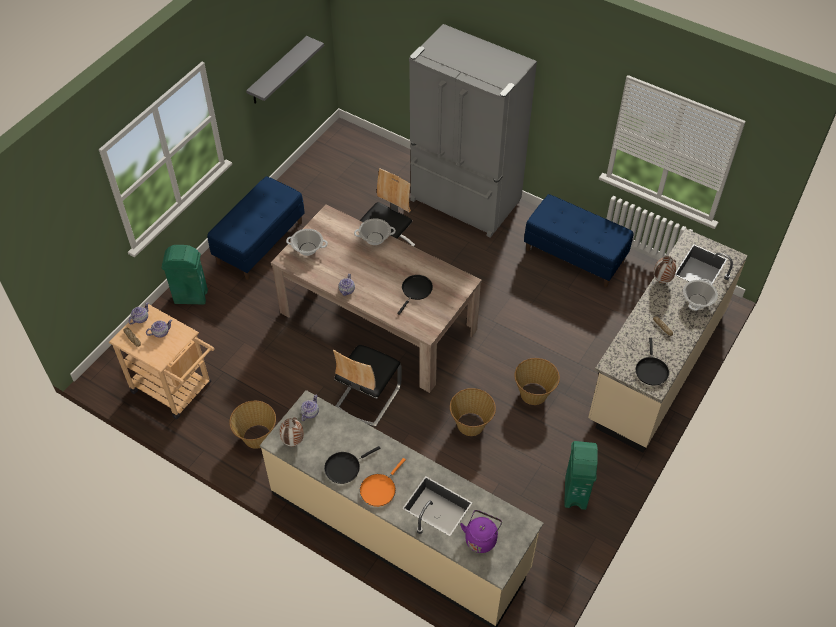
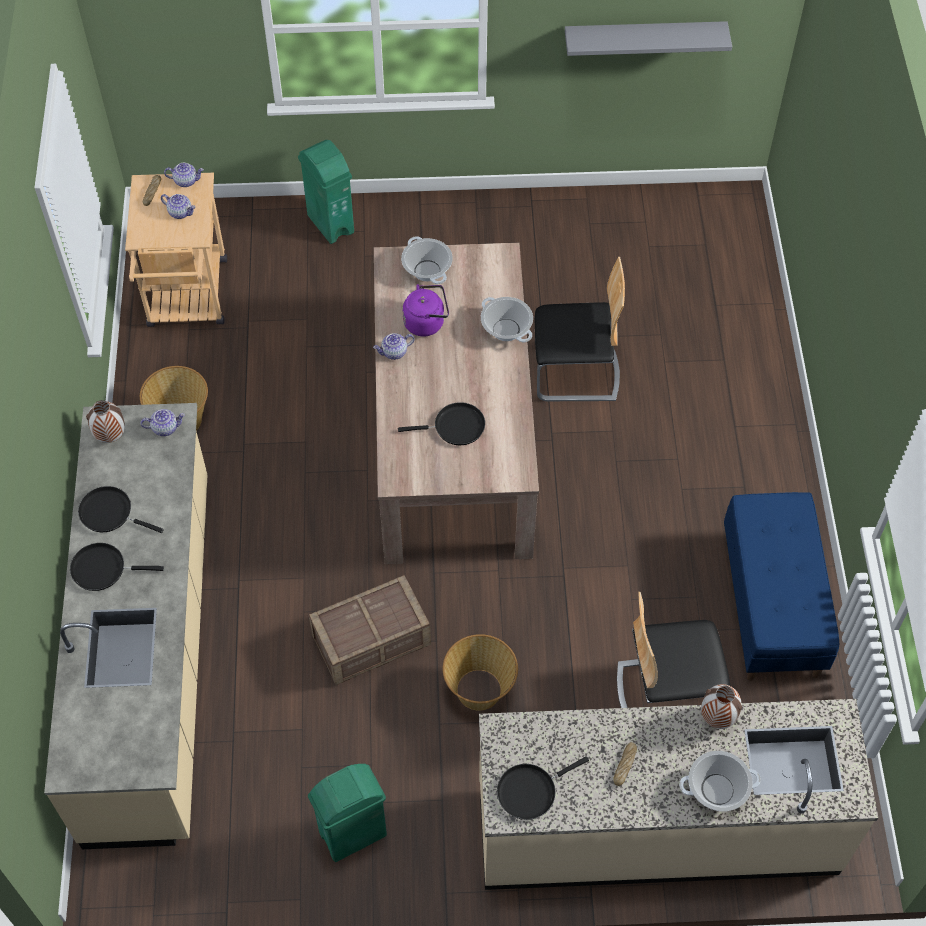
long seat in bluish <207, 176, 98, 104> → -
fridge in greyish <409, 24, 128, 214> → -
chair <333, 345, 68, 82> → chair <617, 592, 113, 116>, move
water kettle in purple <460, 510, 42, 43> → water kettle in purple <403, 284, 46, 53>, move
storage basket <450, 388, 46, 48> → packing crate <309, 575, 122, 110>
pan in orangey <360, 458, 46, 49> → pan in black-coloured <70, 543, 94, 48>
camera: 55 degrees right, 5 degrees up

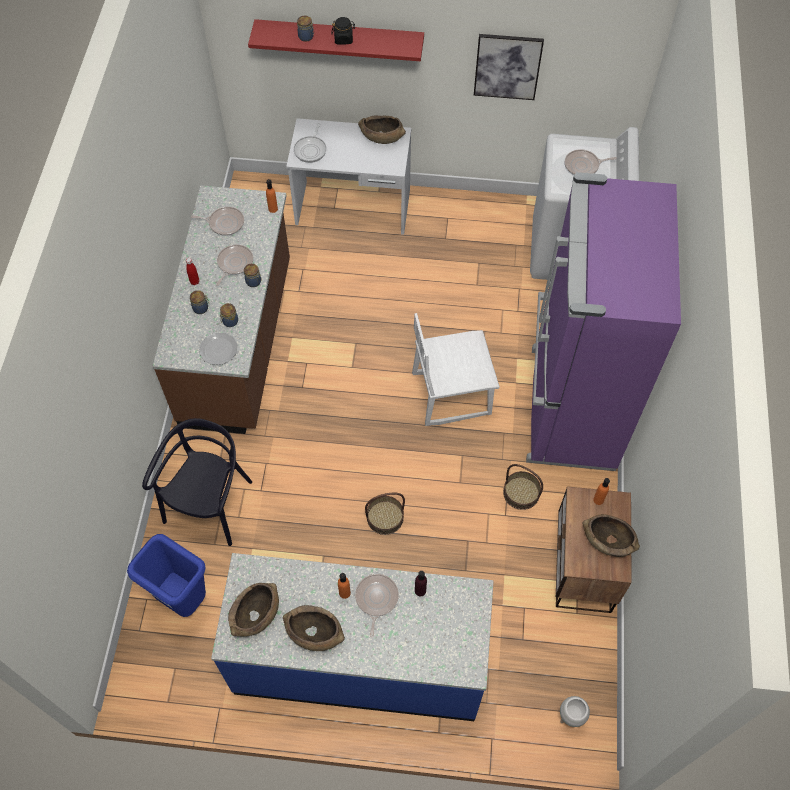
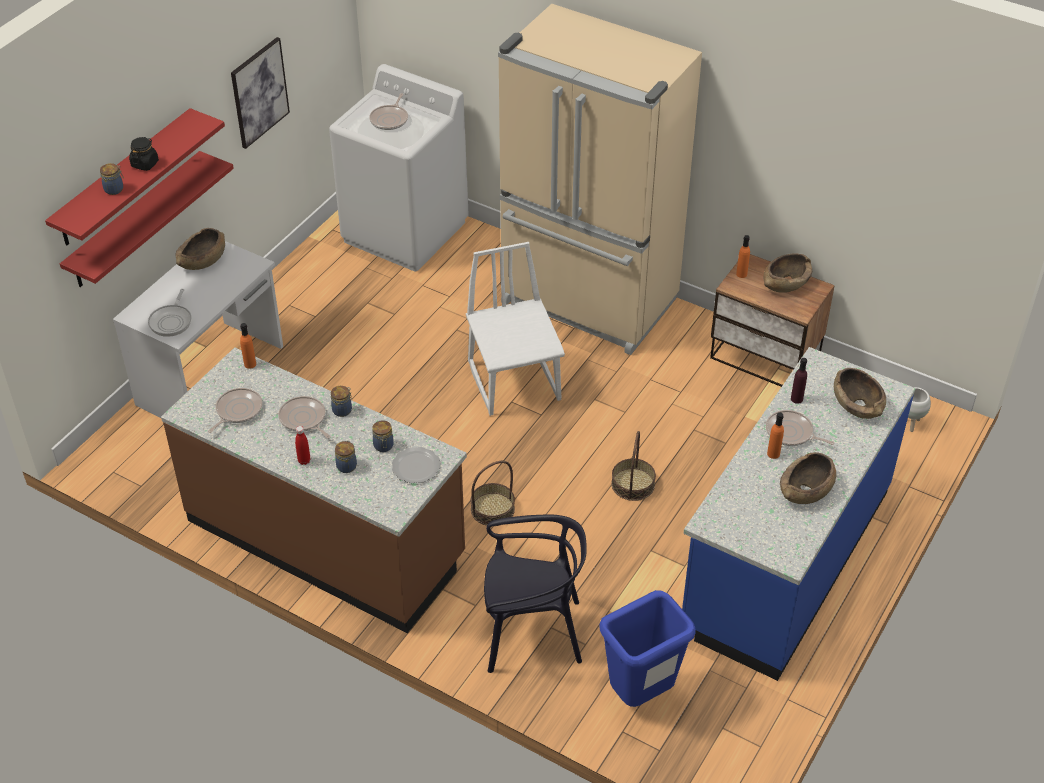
- → wall shelf in red <60, 151, 174, 136>
bowl in brown-coloured <228, 583, 51, 54> → bowl in brown-coloured <834, 368, 52, 51>, move
storage basket <503, 464, 40, 46> → storage basket <470, 461, 45, 65>, move
fridge in purple <526, 172, 155, 299> → fridge in beige <498, 4, 204, 351>
chair in black-coloured <142, 418, 110, 128> → chair in black-coloured <484, 514, 103, 159>, 135 degrees clockwise
pan <294, 123, 32, 40> → pan <148, 289, 43, 48>, 60 degrees clockwise
chair in white <412, 313, 88, 113> → chair in white <466, 242, 99, 174>, 150 degrees clockwise
camera: 65 degrees left, 15 degrees down

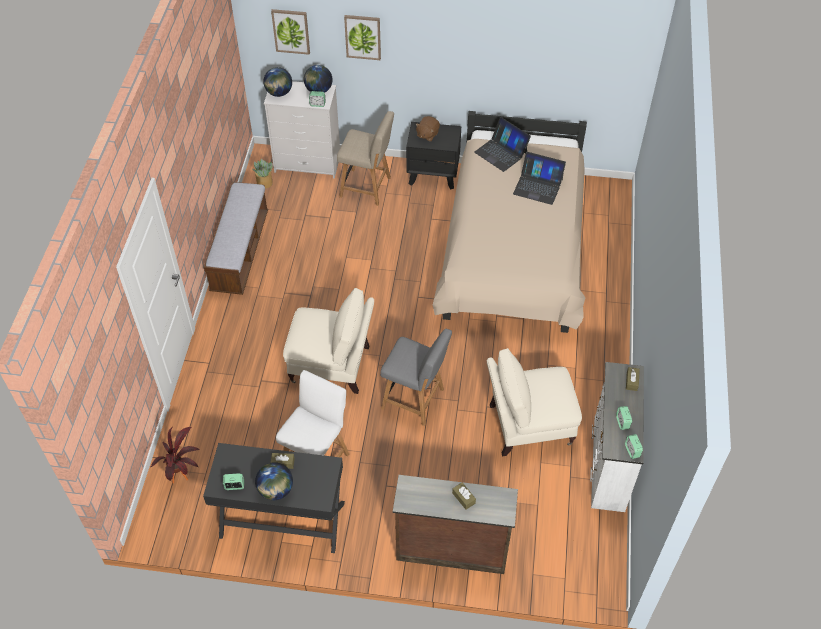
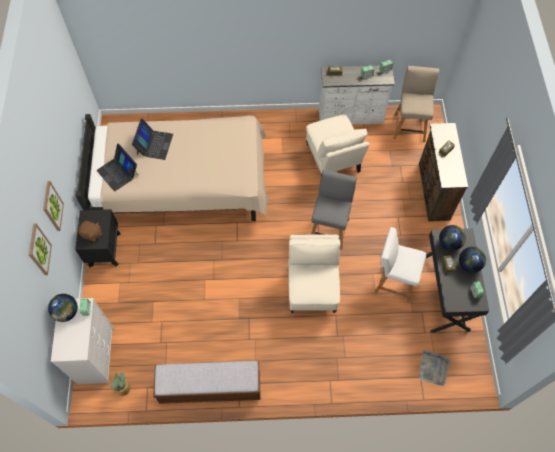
world globe <263, 67, 29, 30> → world globe <439, 225, 27, 26>, move
wall art <271, 9, 39, 46> → wall art <43, 181, 21, 50>, move
chair in beige <337, 111, 57, 95> → chair in beige <393, 66, 46, 76>, move
potted plant <151, 427, 49, 56> → tray in greyish <419, 351, 31, 35>
portable computer <474, 117, 57, 55> → portable computer <97, 143, 40, 49>, 105 degrees clockwise
camera: 100 degrees left, 10 degrees up

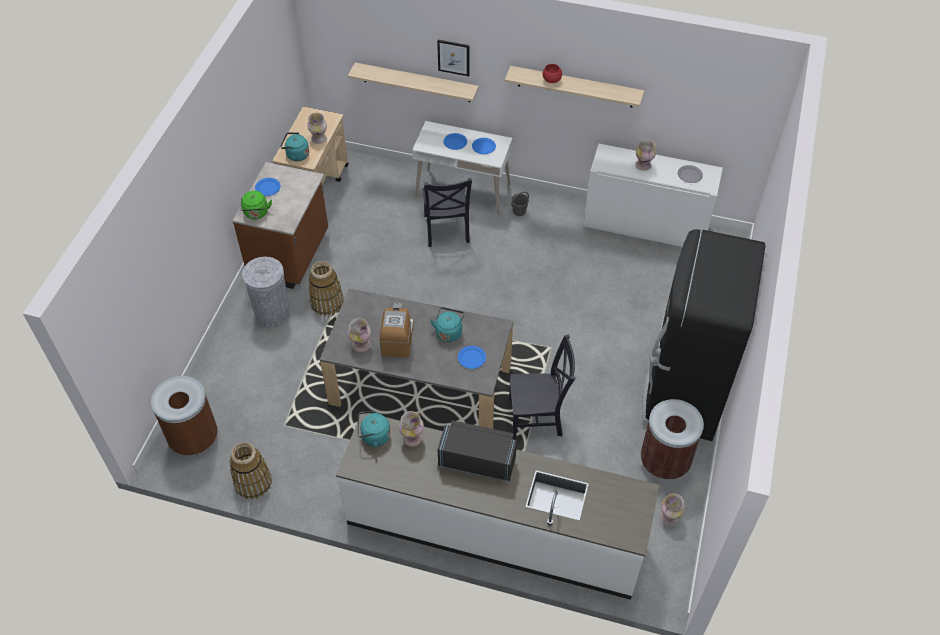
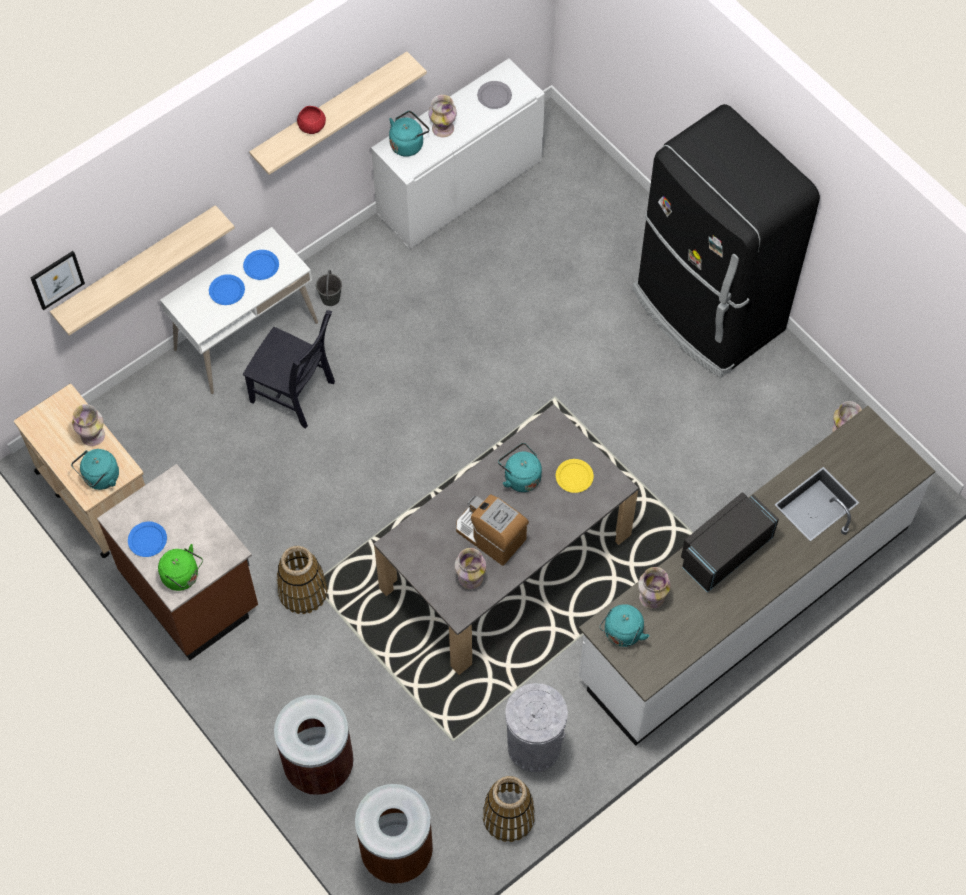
chair in black-coloured <509, 334, 66, 104> → -
- → water kettle in blue-green <389, 111, 41, 46>
rubbish bin in greyish <242, 257, 48, 70> → rubbish bin in greyish <505, 683, 63, 89>, move
wall art <437, 40, 33, 36> → wall art <30, 251, 55, 59>, move
rubbish bin in brown-coloured <641, 399, 63, 81> → rubbish bin in brown-coloured <274, 695, 80, 100>, move
plate in bluish <458, 346, 28, 23> → plate in yellow <556, 459, 38, 34>
camera: 55 degrees left, 10 degrees up

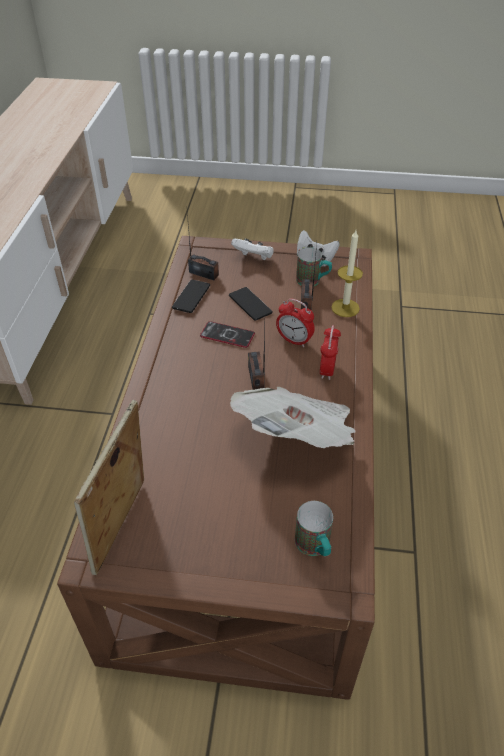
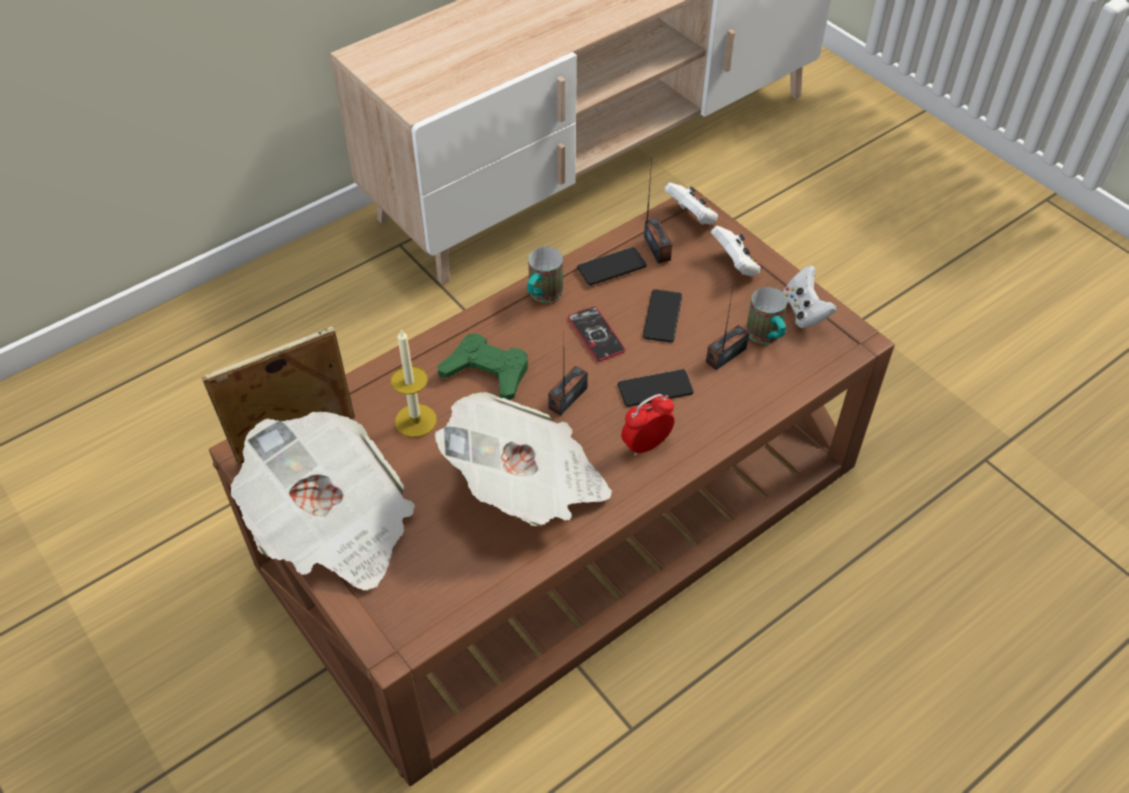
- → daily paper <230, 412, 185, 178>
- → joypad in greenish <438, 334, 90, 66>
- → joypad in white <664, 182, 54, 43>
coffee mug <295, 501, 38, 55> → coffee mug <527, 247, 36, 56>, move
wax light <331, 230, 32, 87> → wax light <391, 330, 46, 108>, move
table clock <276, 299, 39, 48> → phone <618, 369, 76, 38>
camera: 45 degrees right, 5 degrees up

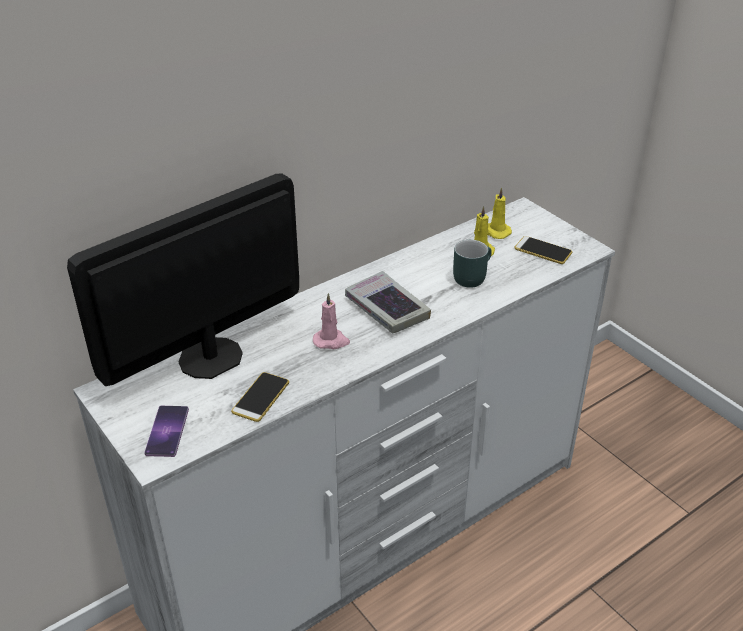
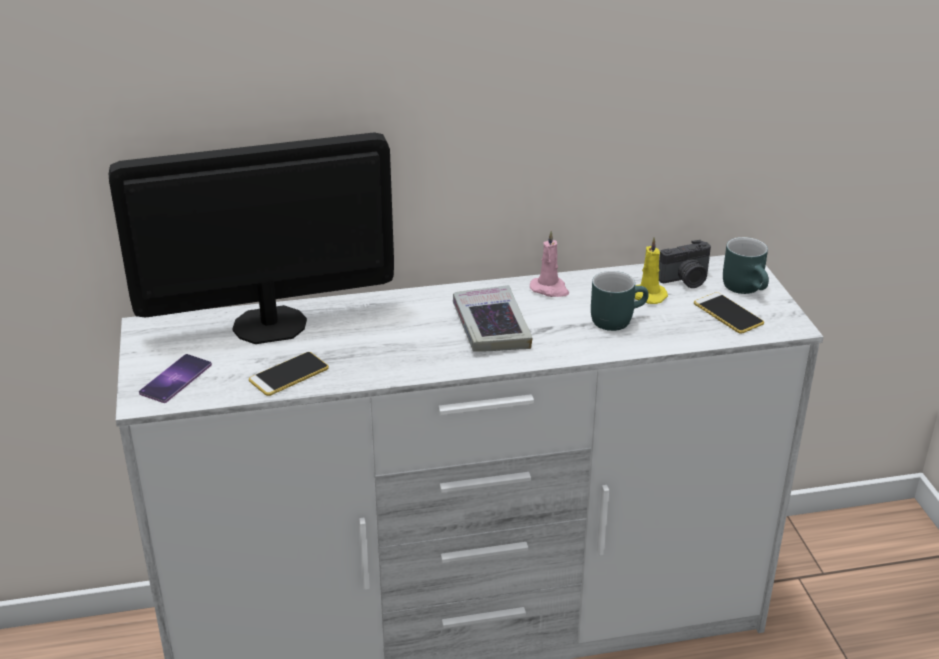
- → coffee mug in blue-green <723, 237, 46, 57>
wax light in pinkish <313, 293, 37, 56> → wax light in pinkish <530, 230, 39, 67>, move
wax light in yellow <487, 187, 25, 52> → photo camera <659, 240, 52, 48>
camera: 25 degrees right, 5 degrees down

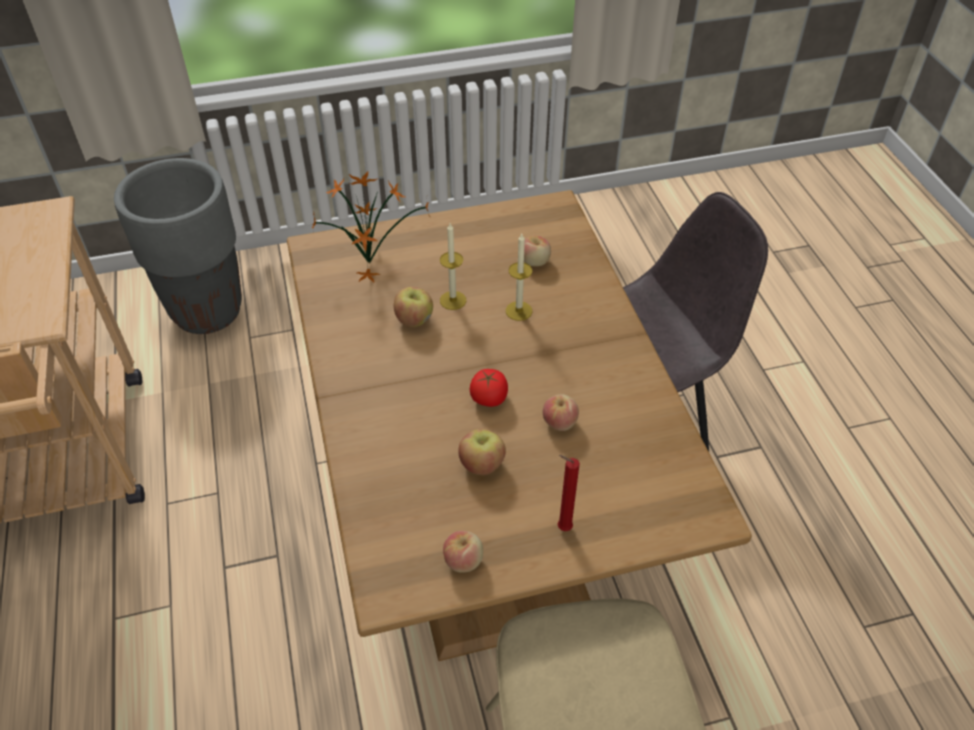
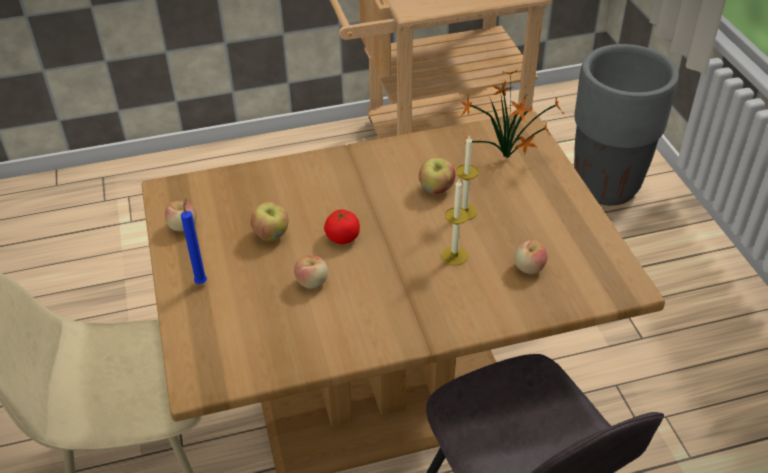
wax light in red <558, 455, 22, 76> → wax light in bluish <181, 198, 26, 86>
camera: 90 degrees right, 5 degrees down

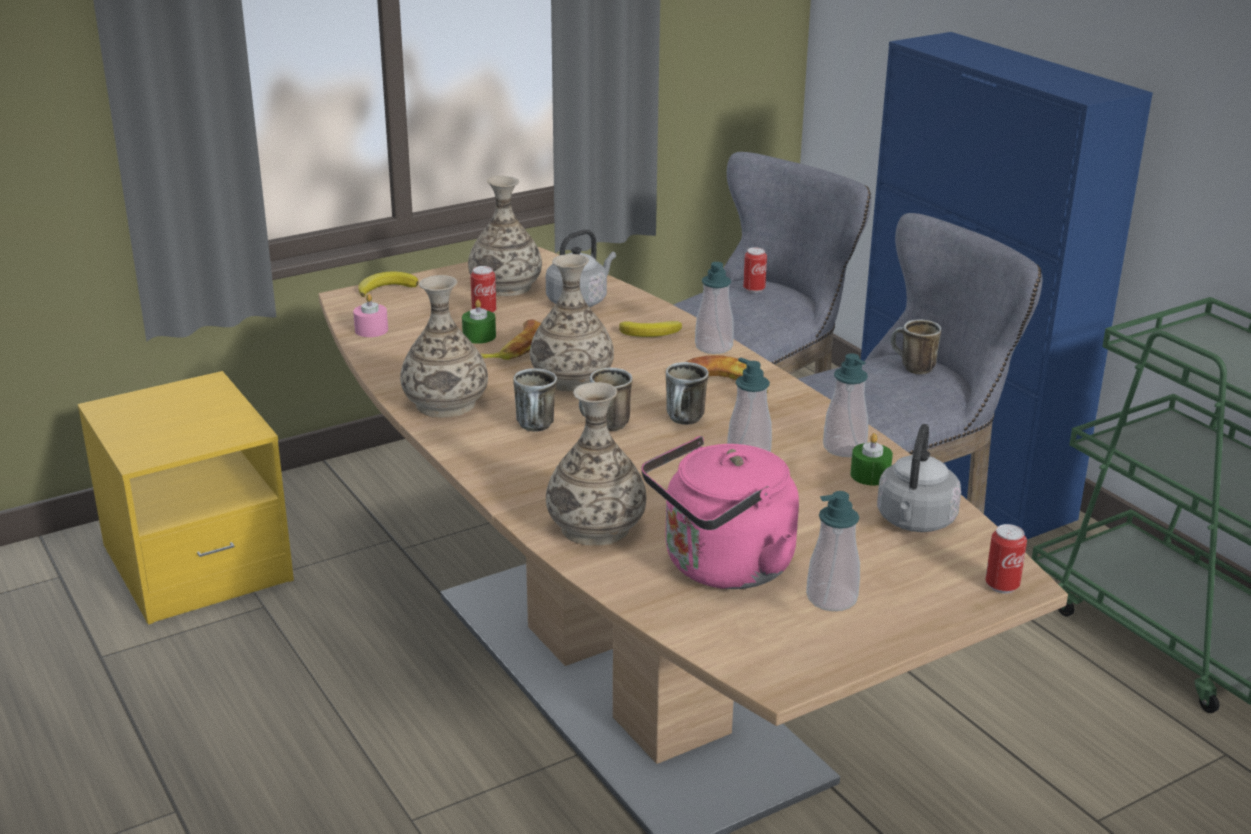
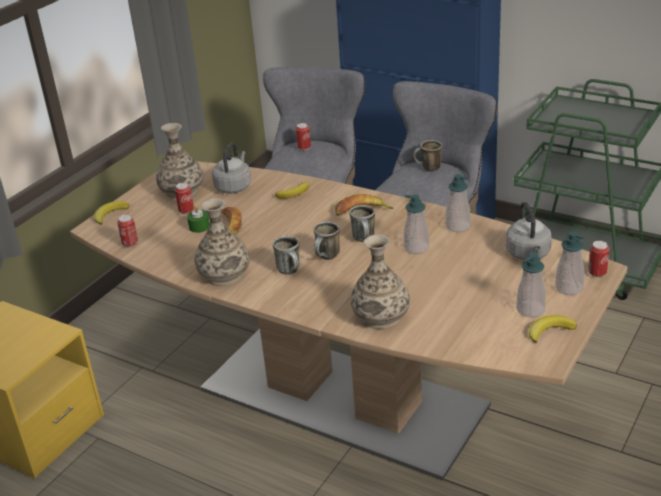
flower vase <530, 254, 84, 138> → -
water kettle in pinkish <641, 436, 158, 153> → -
wax light in greenish <850, 433, 43, 52> → -
- → banana fruit <529, 315, 48, 29>
soap bottle <695, 262, 39, 92> → soap bottle <555, 231, 29, 64>, move
wax light in pinkish <353, 294, 35, 43> → can <117, 215, 21, 33>
camera: 25 degrees left, 5 degrees up

